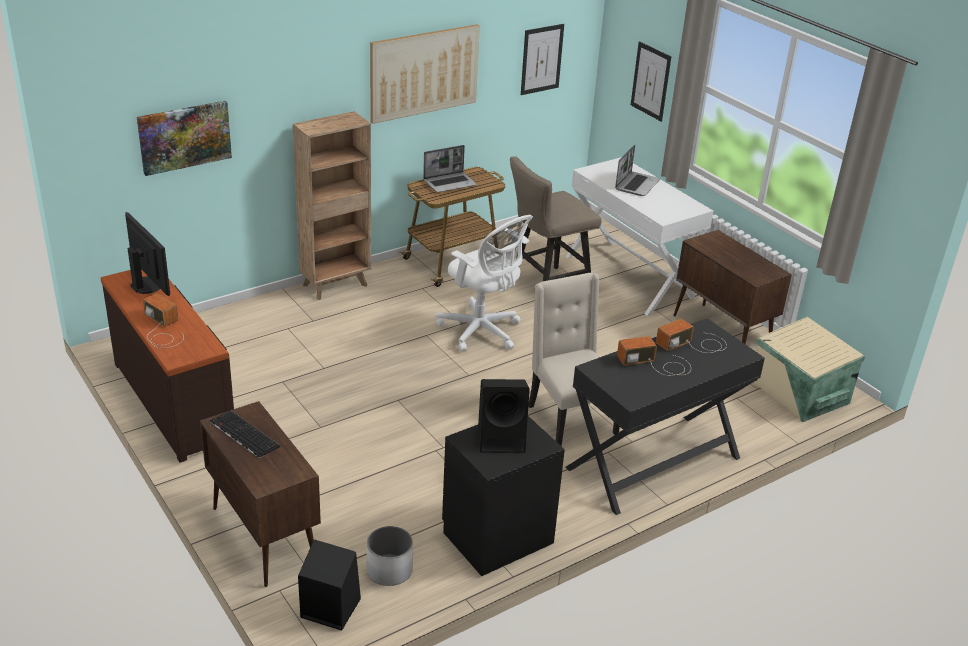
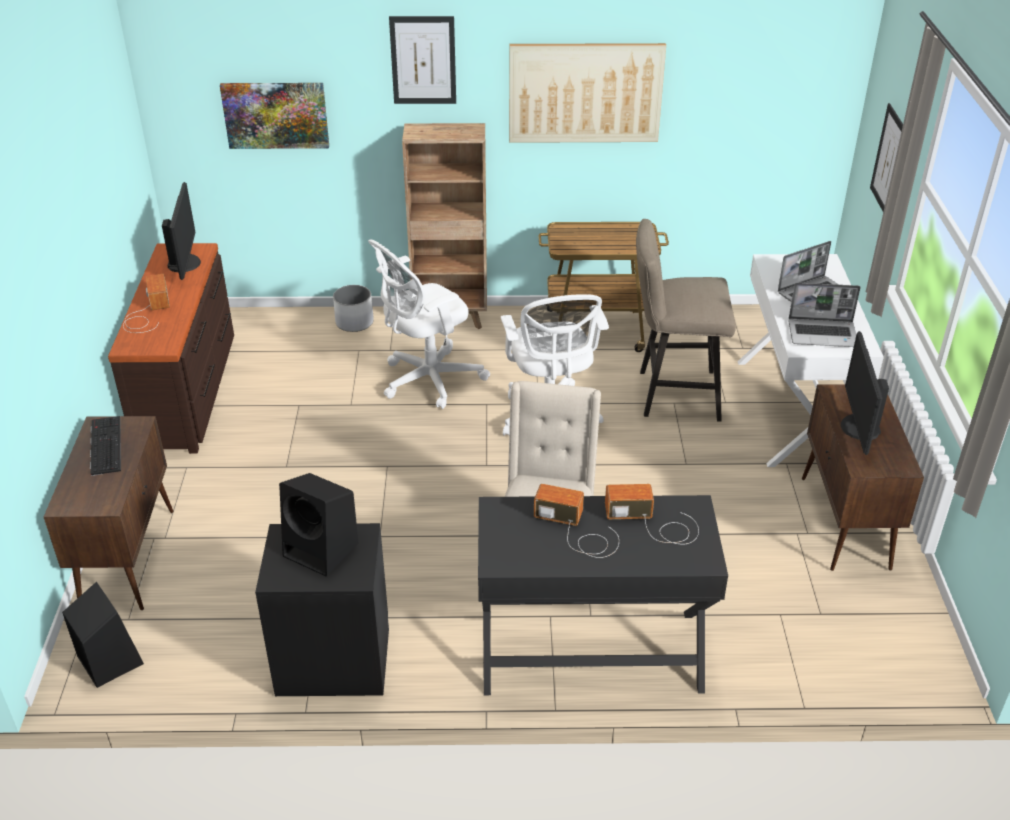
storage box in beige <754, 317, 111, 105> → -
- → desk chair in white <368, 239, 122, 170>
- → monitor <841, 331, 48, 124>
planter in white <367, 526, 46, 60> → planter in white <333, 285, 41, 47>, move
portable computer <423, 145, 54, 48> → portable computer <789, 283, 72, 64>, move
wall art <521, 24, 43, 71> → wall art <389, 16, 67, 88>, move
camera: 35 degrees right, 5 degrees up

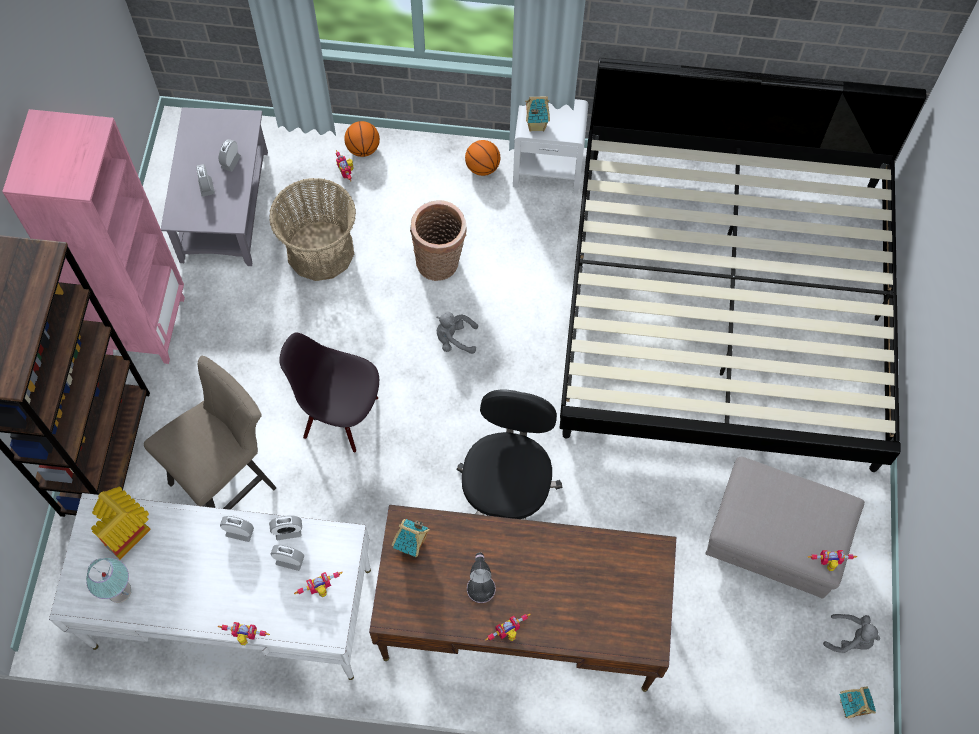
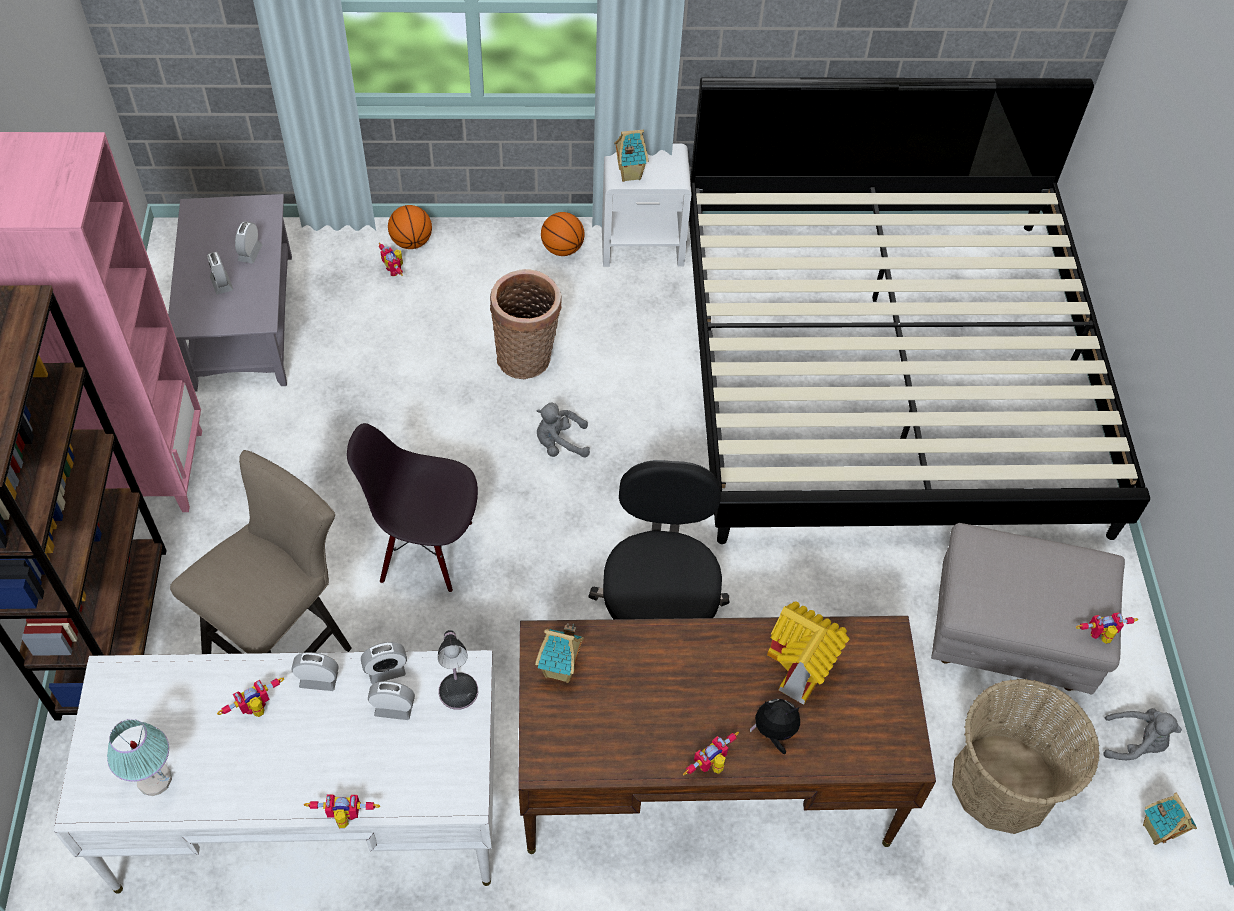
- → plush toy <750, 699, 50, 55>
miniature house <91, 486, 60, 74> → miniature house <767, 601, 82, 104>, move
storage basket <269, 178, 87, 103> → storage basket <952, 679, 148, 155>, move
toy robot <294, 572, 49, 25> → toy robot <217, 677, 67, 40>, move
table lamp <467, 552, 29, 51> → table lamp <438, 630, 40, 80>, move
camera: 10 degrees left, 10 degrees down

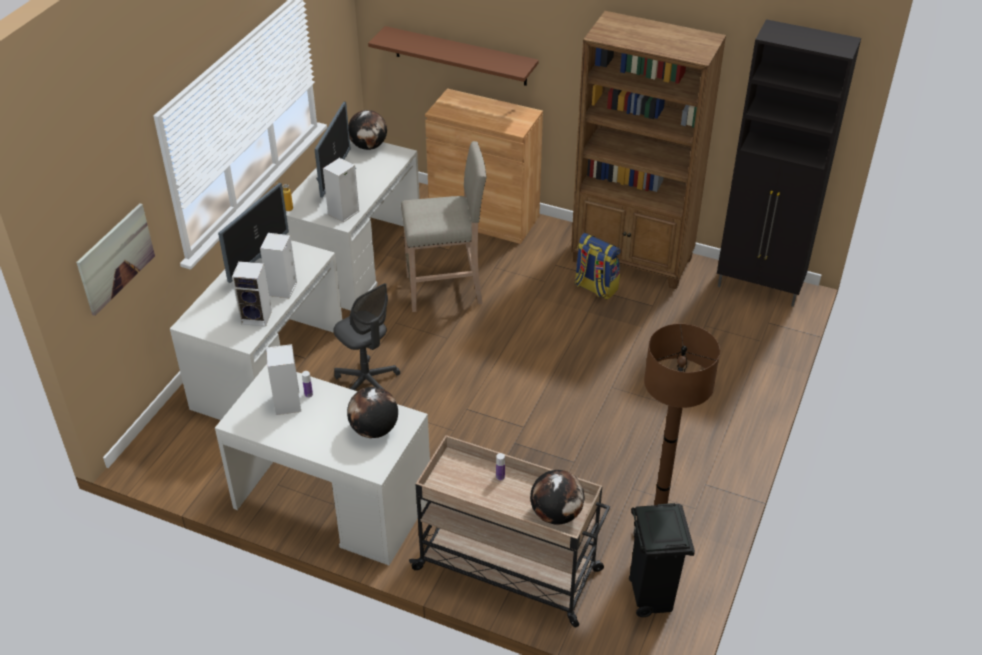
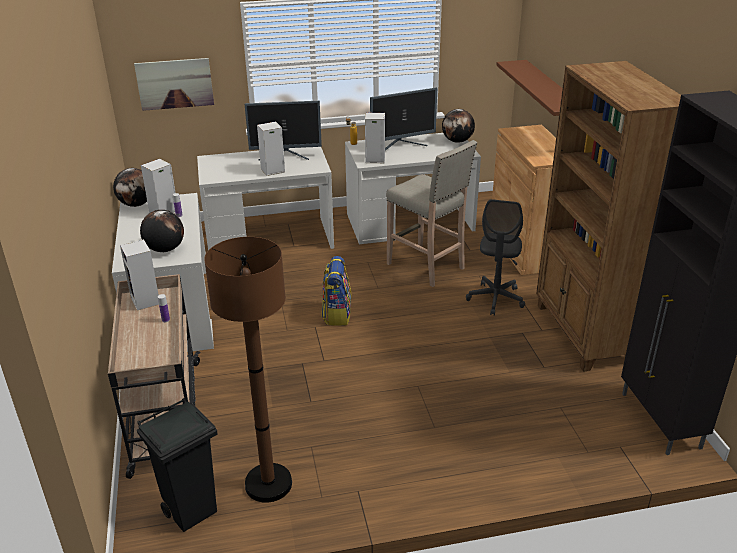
audio speaker <232, 261, 40, 66> → audio speaker <120, 239, 39, 72>, move
desk chair in greyish <334, 283, 66, 107> → desk chair in greyish <466, 199, 59, 117>, move
world globe <530, 470, 54, 55> → world globe <113, 168, 34, 39>, move
rucksack <574, 233, 47, 67> → rucksack <322, 256, 30, 70>, move
camera: 55 degrees right, 10 degrees down

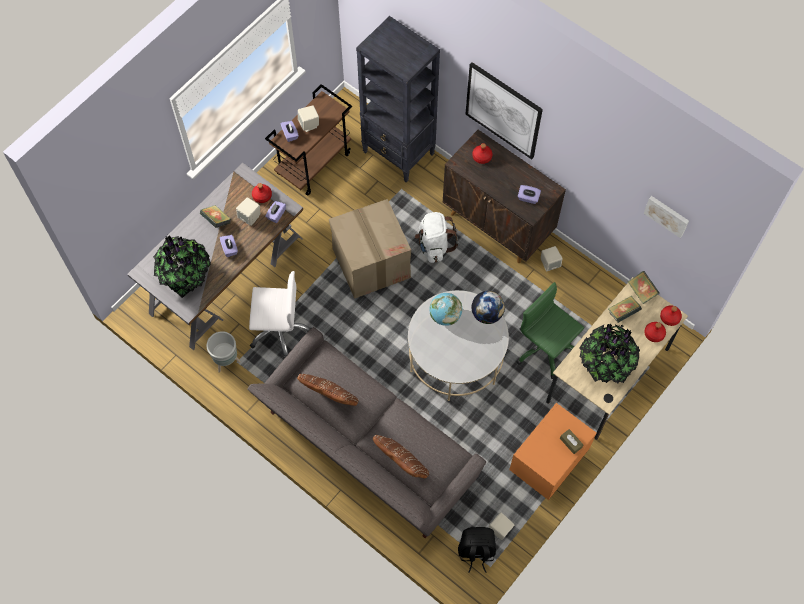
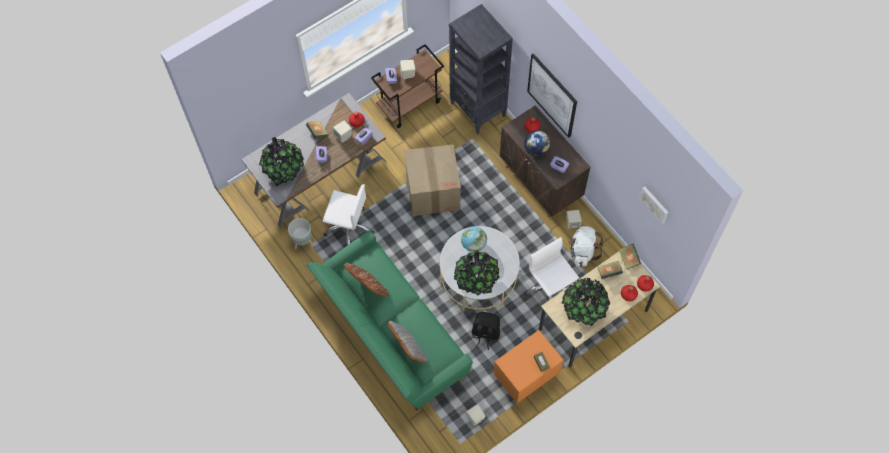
- → potted plant <454, 251, 46, 44>
rucksack in white <415, 212, 44, 51> → rucksack in white <568, 226, 35, 41>, move
rucksack in black-coloured <458, 527, 38, 46> → rucksack in black-coloured <472, 312, 28, 38>, move
world globe <471, 291, 34, 33> → world globe <524, 130, 27, 27>, move
settee in greyish <247, 327, 239, 212> → settee in greenish <306, 230, 167, 180>
cushion in brown-coloured <373, 435, 56, 44> → cushion in greyish <388, 321, 39, 42>
desk chair in greenish <516, 282, 68, 97> → desk chair in white <524, 237, 55, 63>
camera: 15 degrees right, 0 degrees up

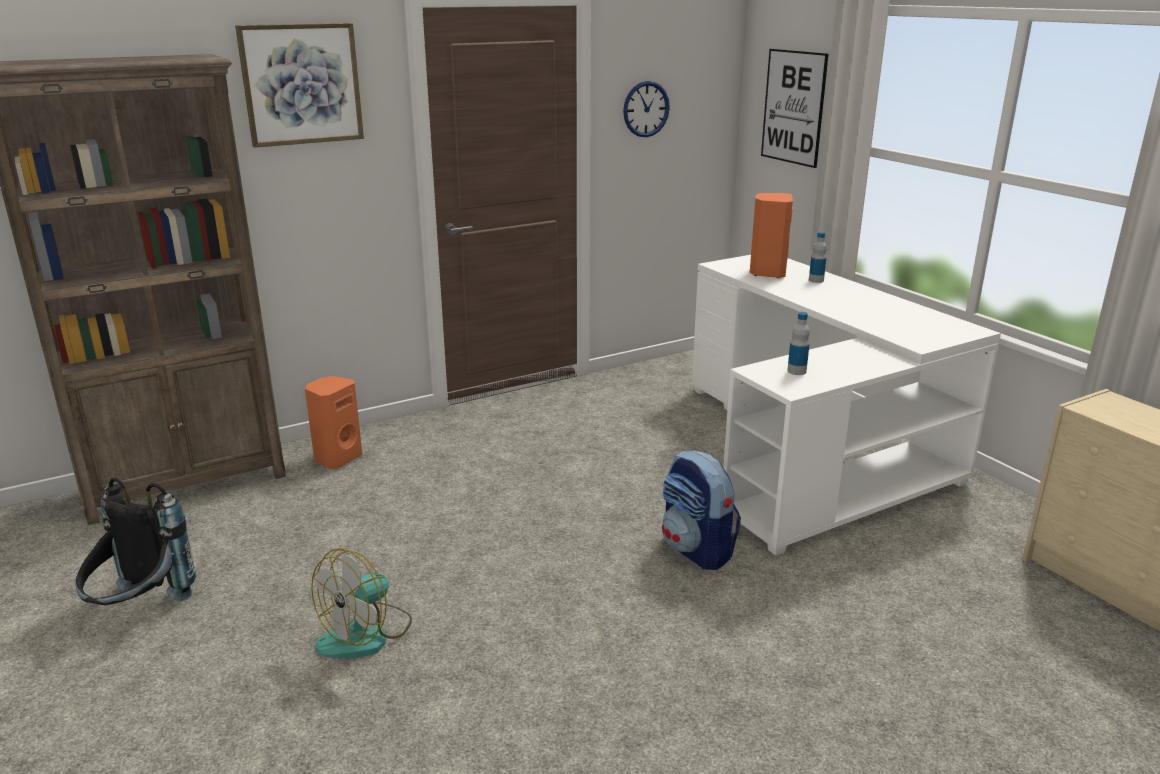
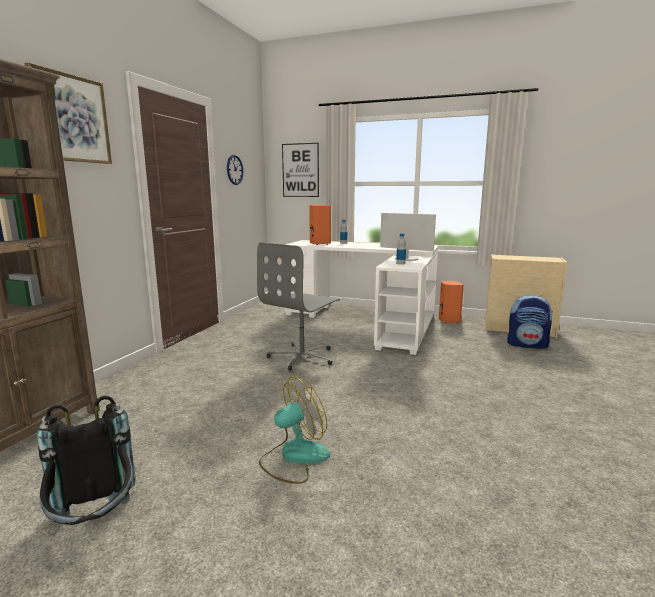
- → desk chair in greyish <257, 243, 83, 128>
- → monitor <380, 213, 56, 48>
audio speaker in orangey <305, 376, 58, 93> → audio speaker in orangey <439, 281, 25, 42>, move
rucksack <662, 451, 79, 119> → rucksack <507, 295, 46, 54>, move
cooling fan <311, 548, 101, 111> → cooling fan <259, 377, 71, 107>, 120 degrees counterclockwise
camera: 40 degrees left, 10 degrees down

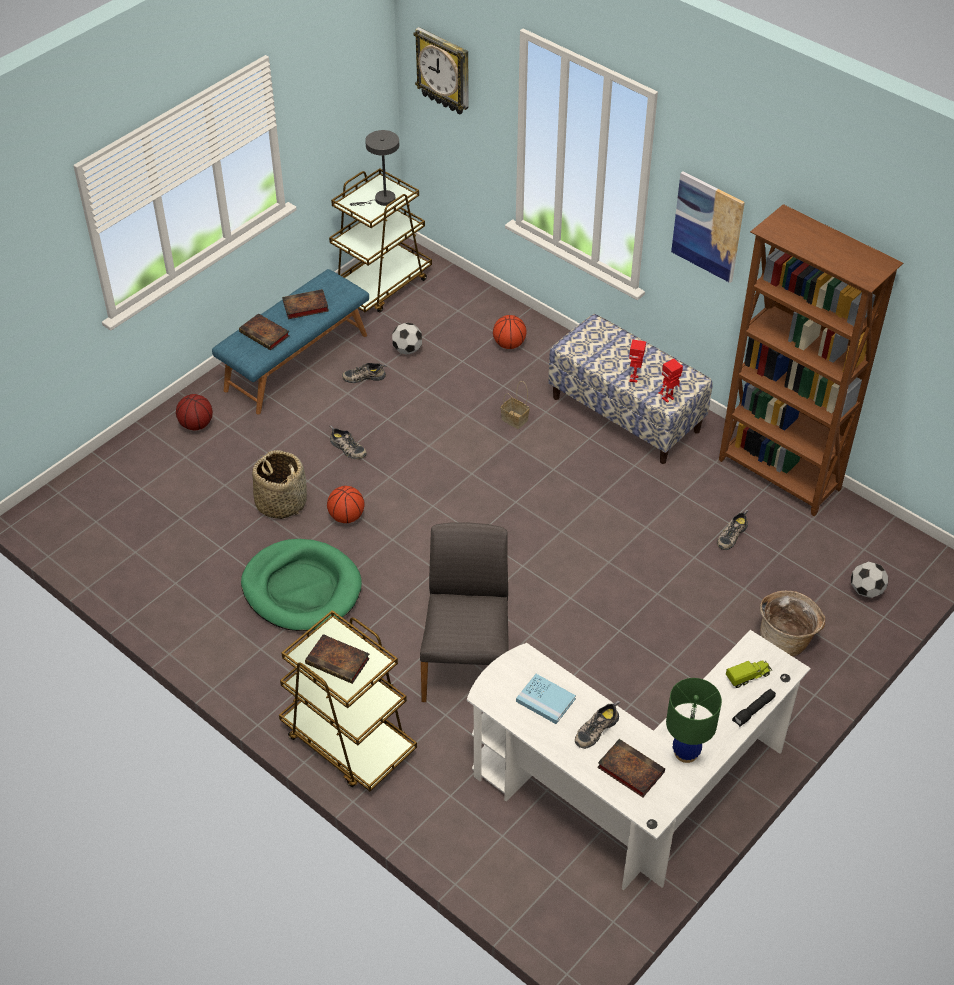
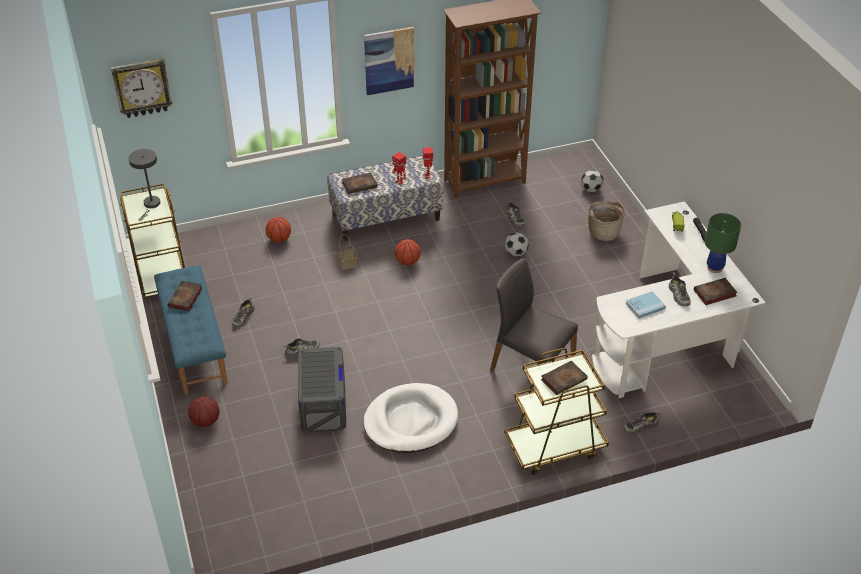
- → shoe <623, 412, 38, 22>
book <239, 313, 51, 37> → book <342, 173, 36, 21>, move
ball for basketball <327, 486, 38, 37> → ball for basketball <395, 239, 26, 26>, move
football <392, 323, 30, 32> → football <505, 232, 24, 24>, move
storage basket <252, 450, 55, 69> → storage box in greyish <298, 347, 48, 85>
dog bed in greenish <241, 539, 121, 92> → dog bed in white <363, 383, 95, 70>
camera: 60 degrees left, 5 degrees down

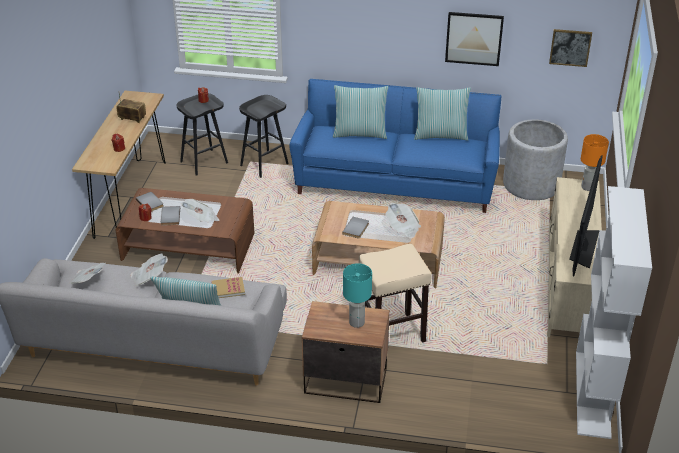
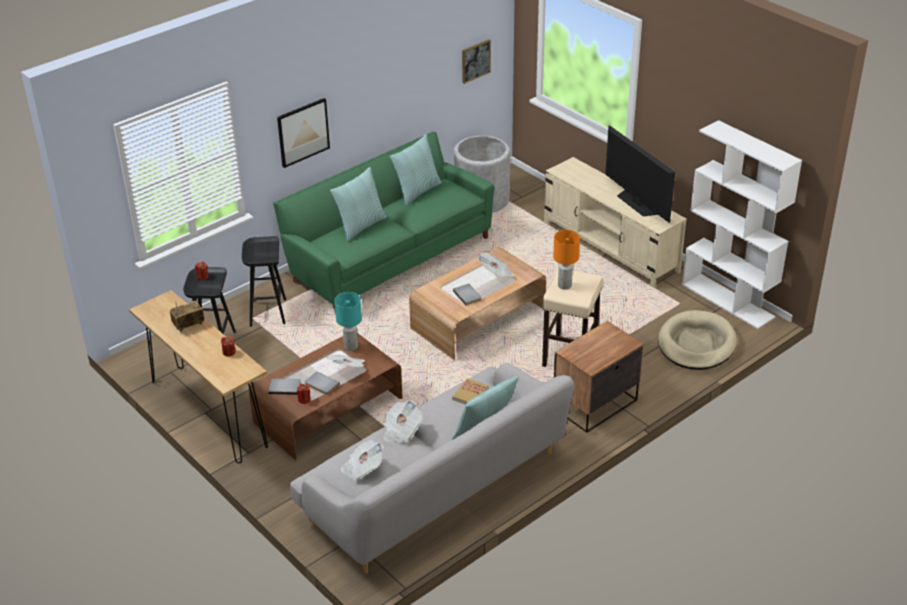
- → dog bed in beige <658, 310, 79, 60>
table lamp in blue-green <343, 263, 29, 65> → table lamp in blue-green <334, 292, 28, 59>, move
wall art <445, 12, 59, 54> → wall art <277, 98, 53, 70>, move
table lamp in orangey <581, 134, 28, 57> → table lamp in orangey <553, 230, 27, 60>, move
settee in bluish <289, 79, 213, 134> → settee in greenish <273, 132, 221, 178>
camera: 50 degrees left, 0 degrees up

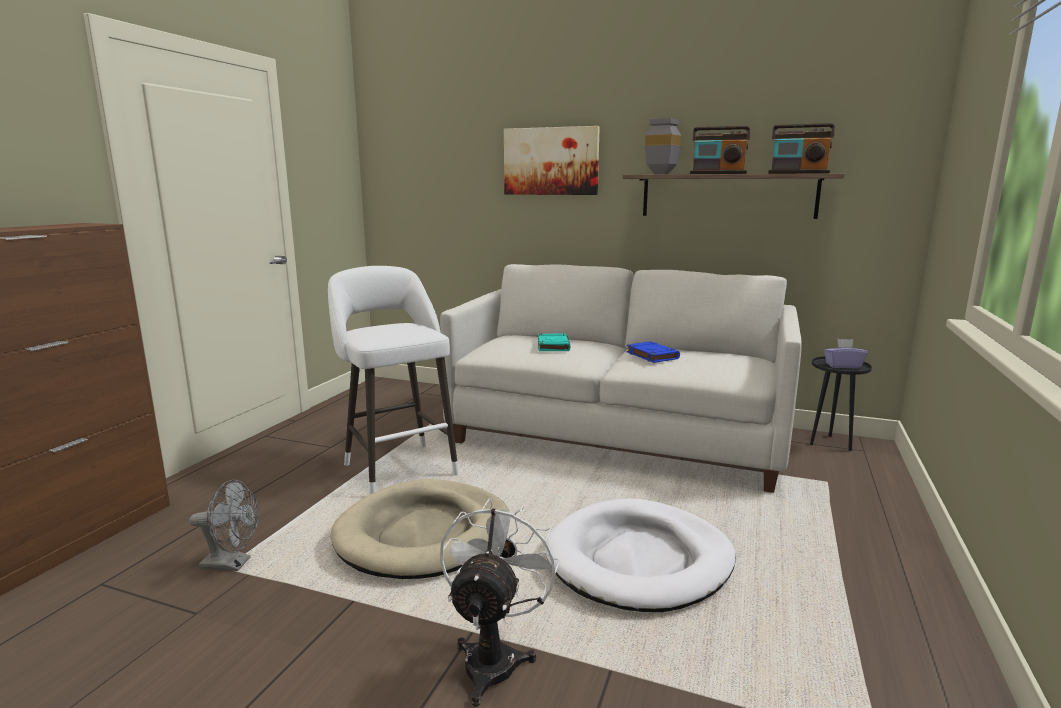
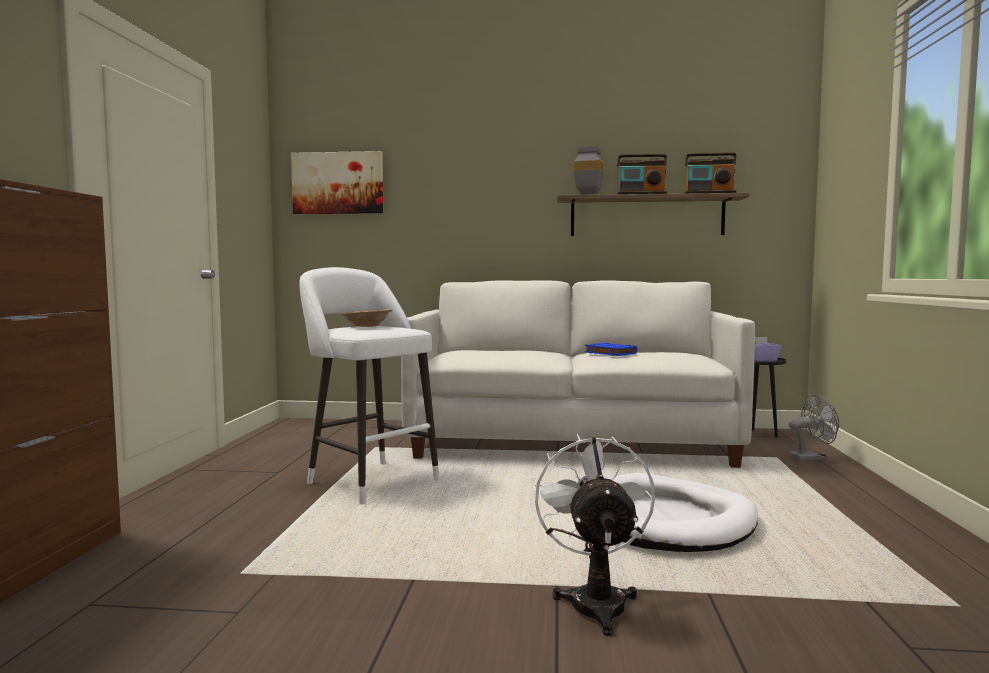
dog bed in beige <331, 479, 179, 100> → -
book in blue-green <538, 334, 32, 17> → -
- → bowl in brown-coloured <341, 309, 51, 18>
cooling fan in greyish <189, 480, 70, 91> → cooling fan in greyish <789, 394, 50, 67>, move
wall art <504, 126, 96, 69> → wall art <291, 151, 92, 63>, move
camera: 15 degrees left, 10 degrees down

